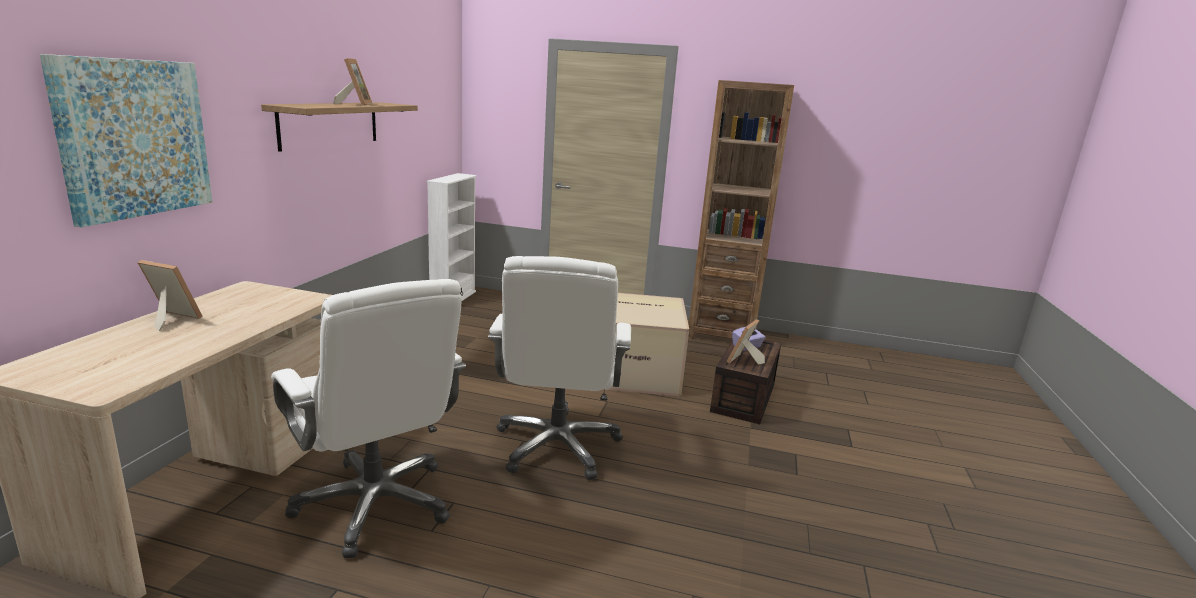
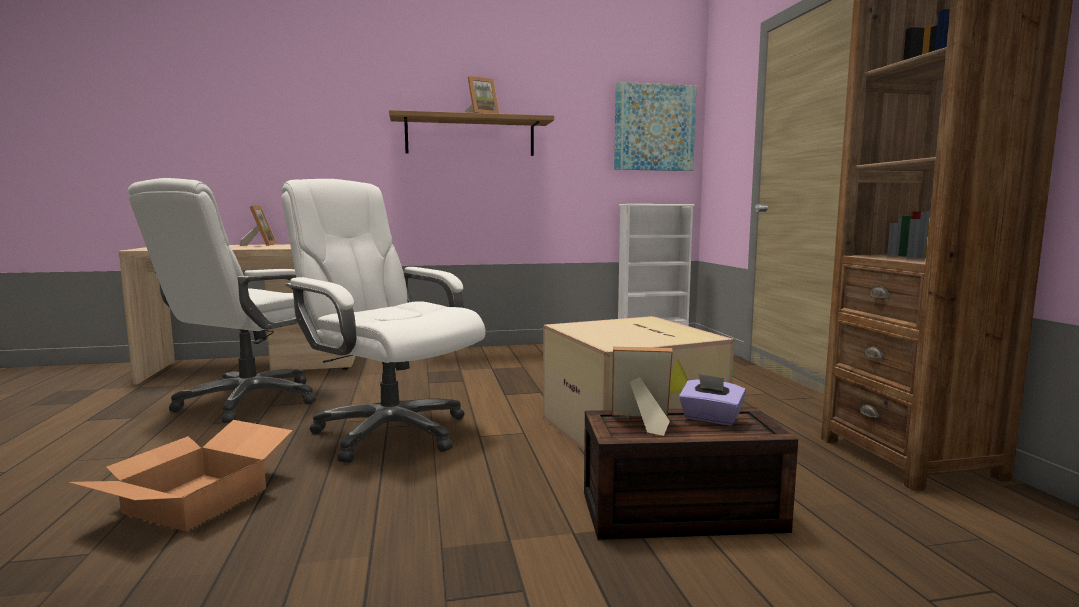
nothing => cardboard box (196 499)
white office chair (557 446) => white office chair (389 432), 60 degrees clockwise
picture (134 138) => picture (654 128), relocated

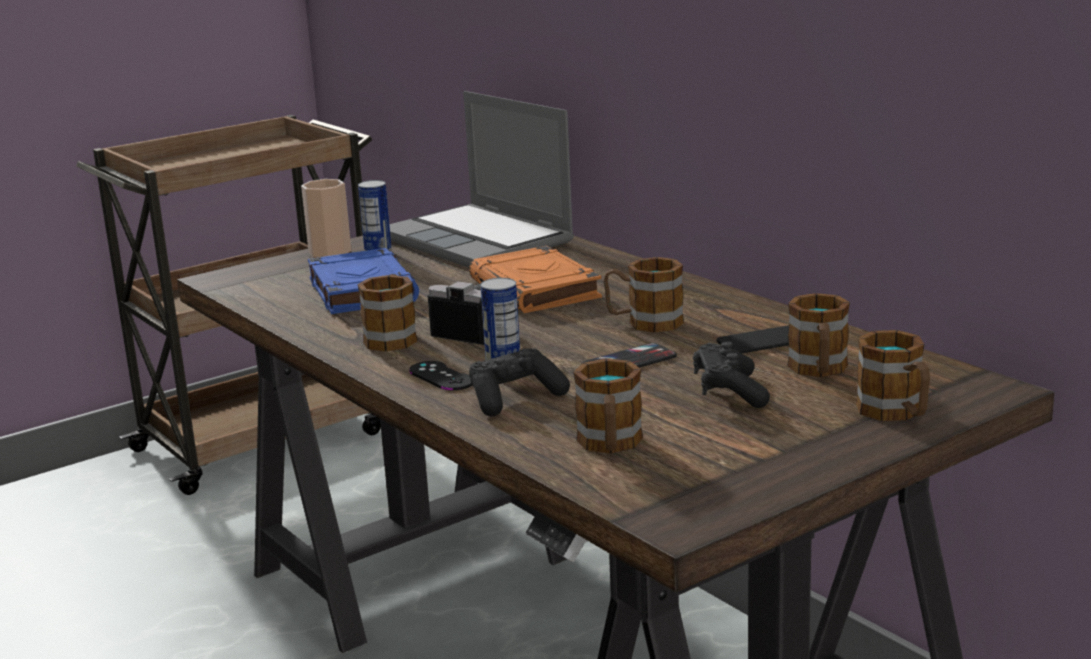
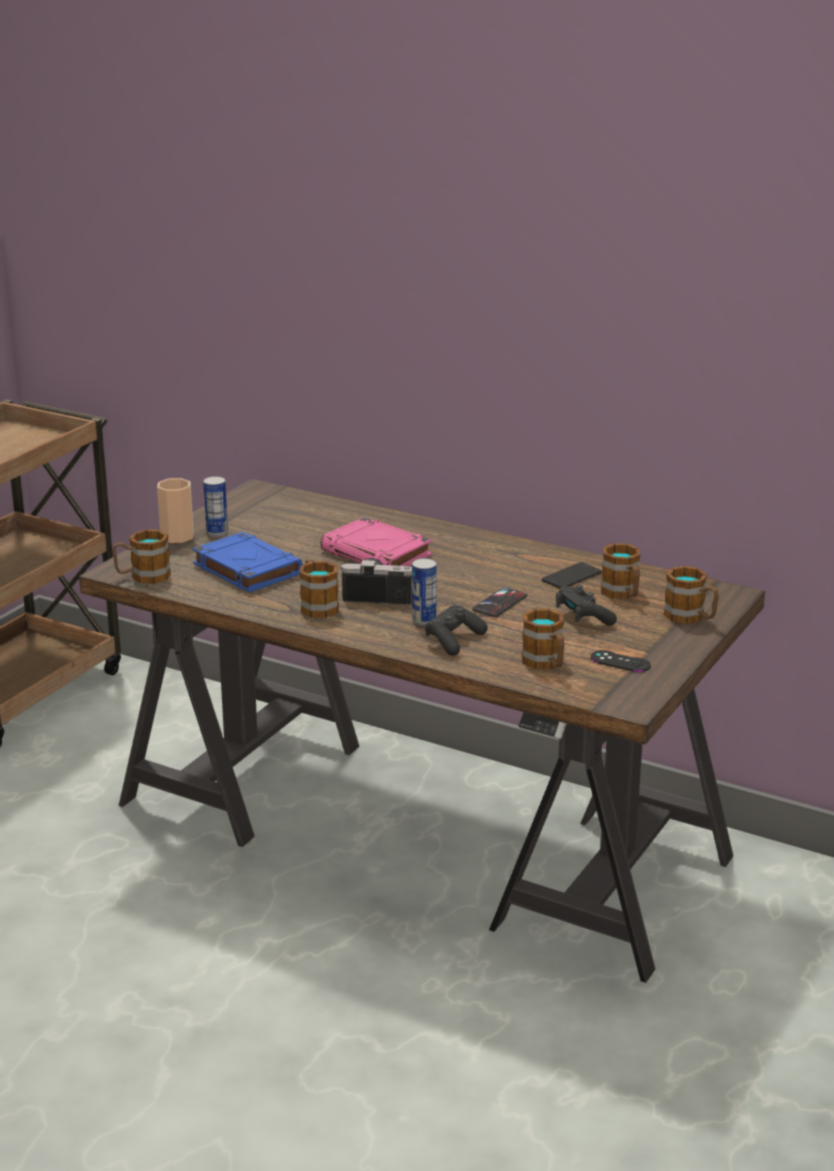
mug (644 322) => mug (142 576), relocated
orange book (536 290) => pink book (377 553)
black game controller (441 376) => black game controller (620 662), relocated
laptop (479 240) => nothing

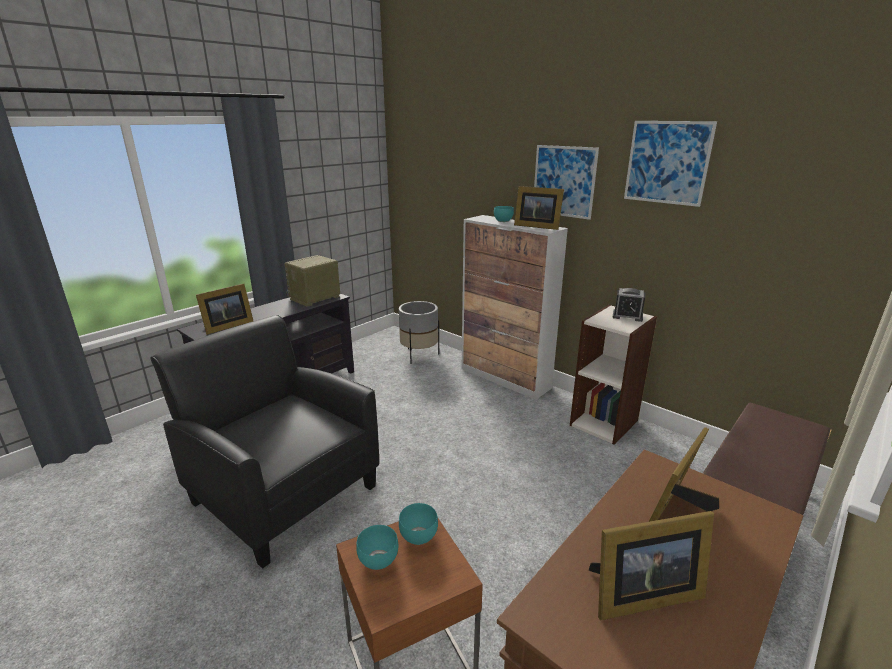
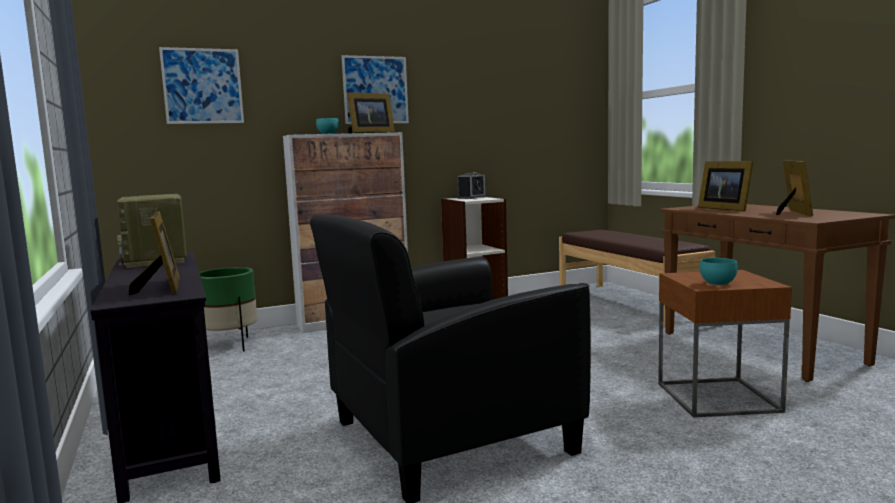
picture (667 162) => picture (202 86), relocated
grey planter (419 355) => green planter (230 345)
turquoise bowl (418 535) => nothing

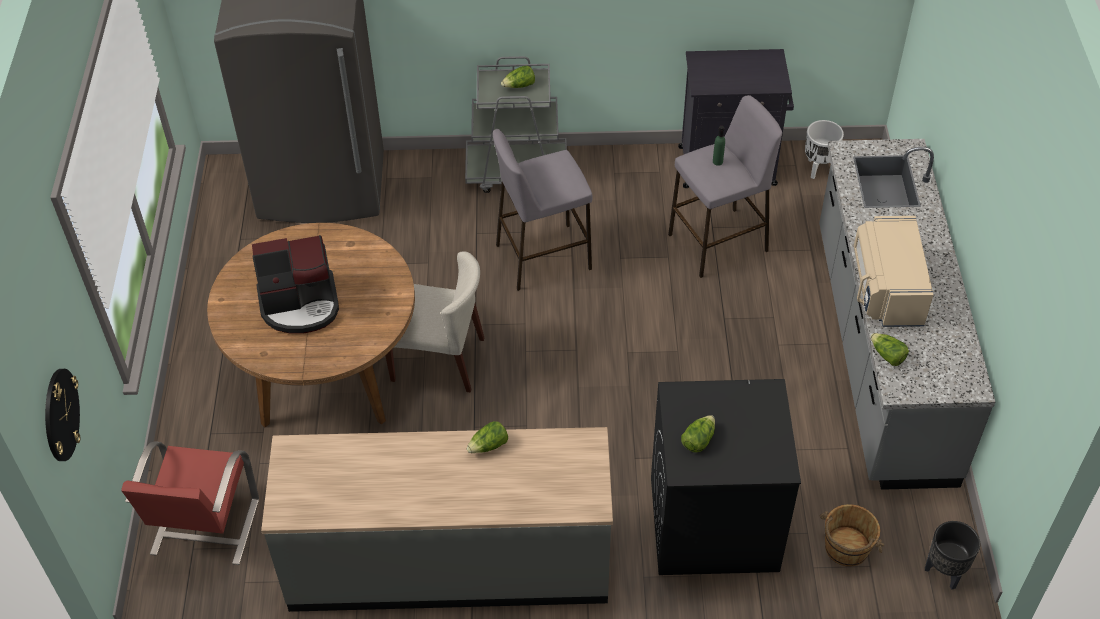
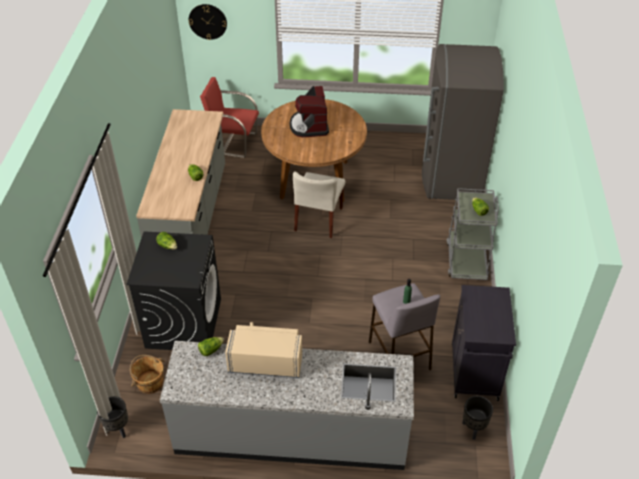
white planter (818 169) => black planter (473 428)
grey stool (542 257) => nothing

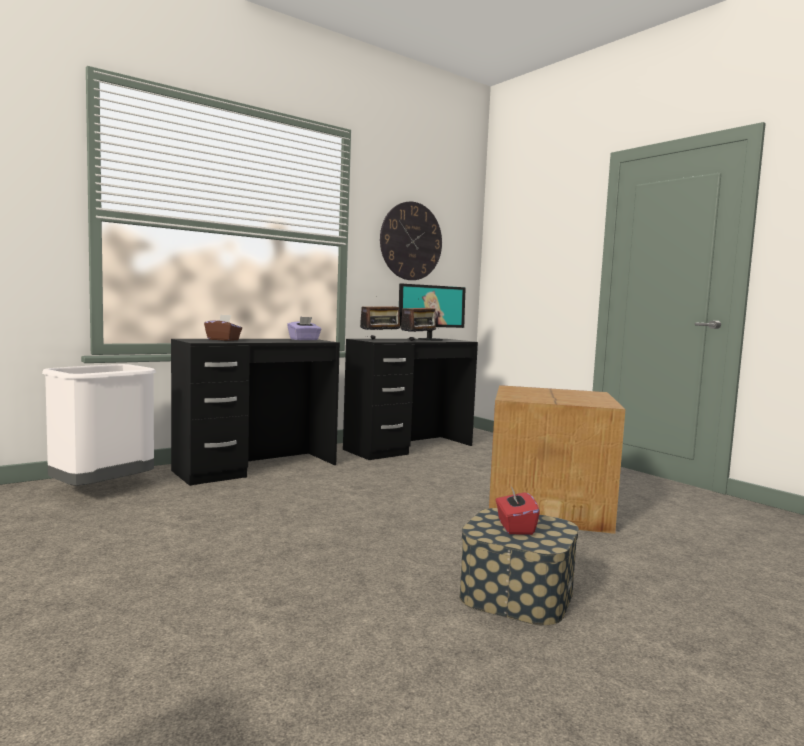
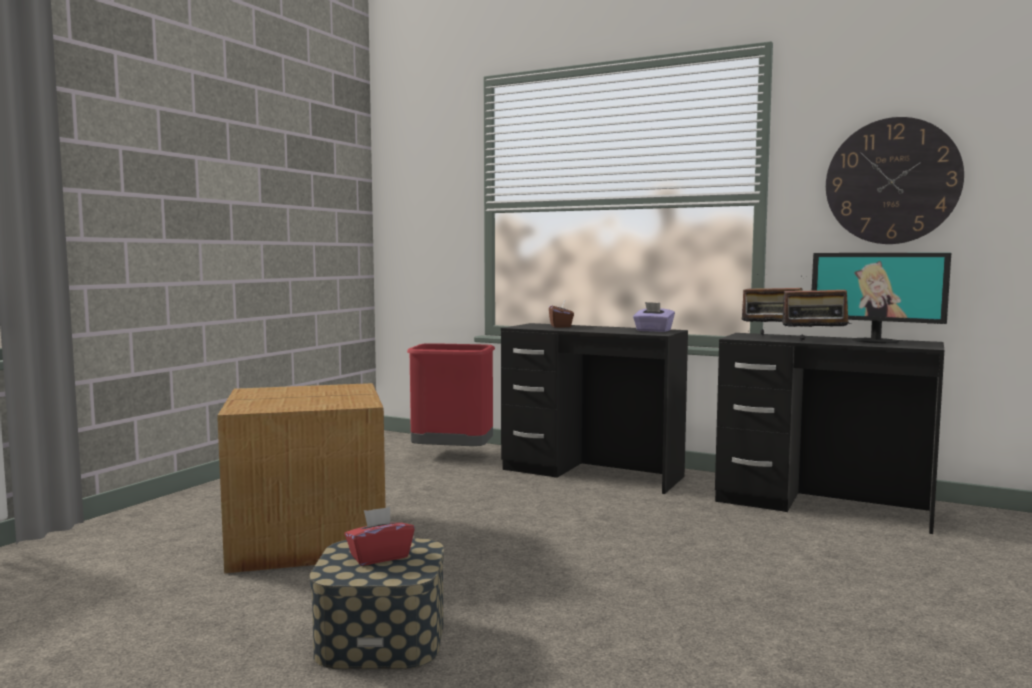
cardboard box (549 506) => cardboard box (310 539), relocated
white trash can (102 490) => red trash can (453 455)

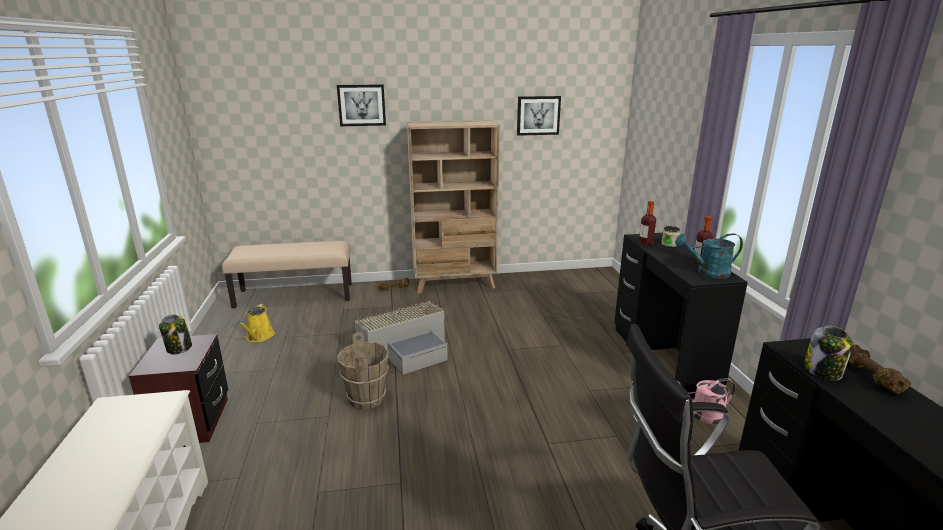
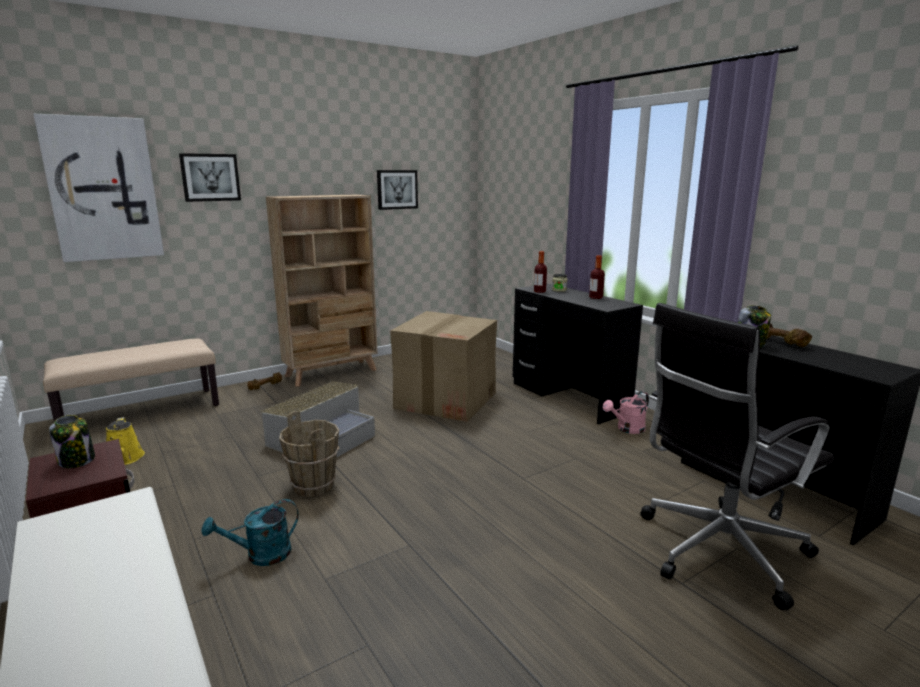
nothing => picture (103 189)
turquoise watering can (707 273) => turquoise watering can (261 556), relocated
nothing => cardboard box (446 400)

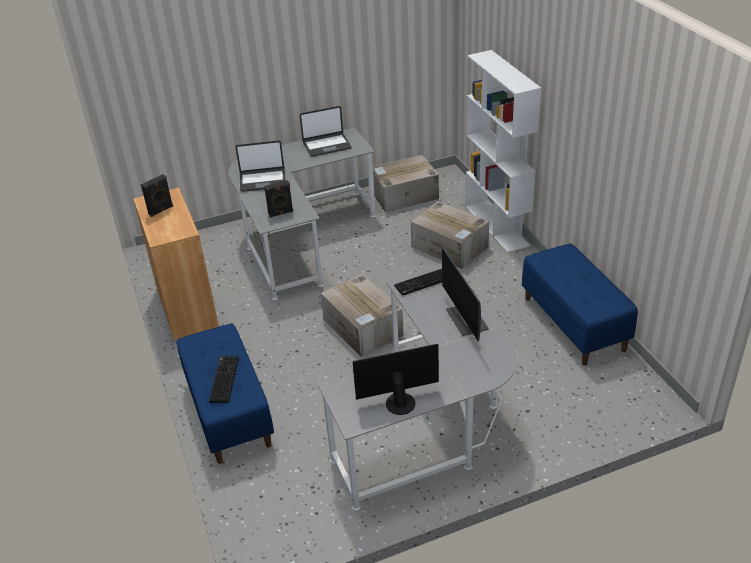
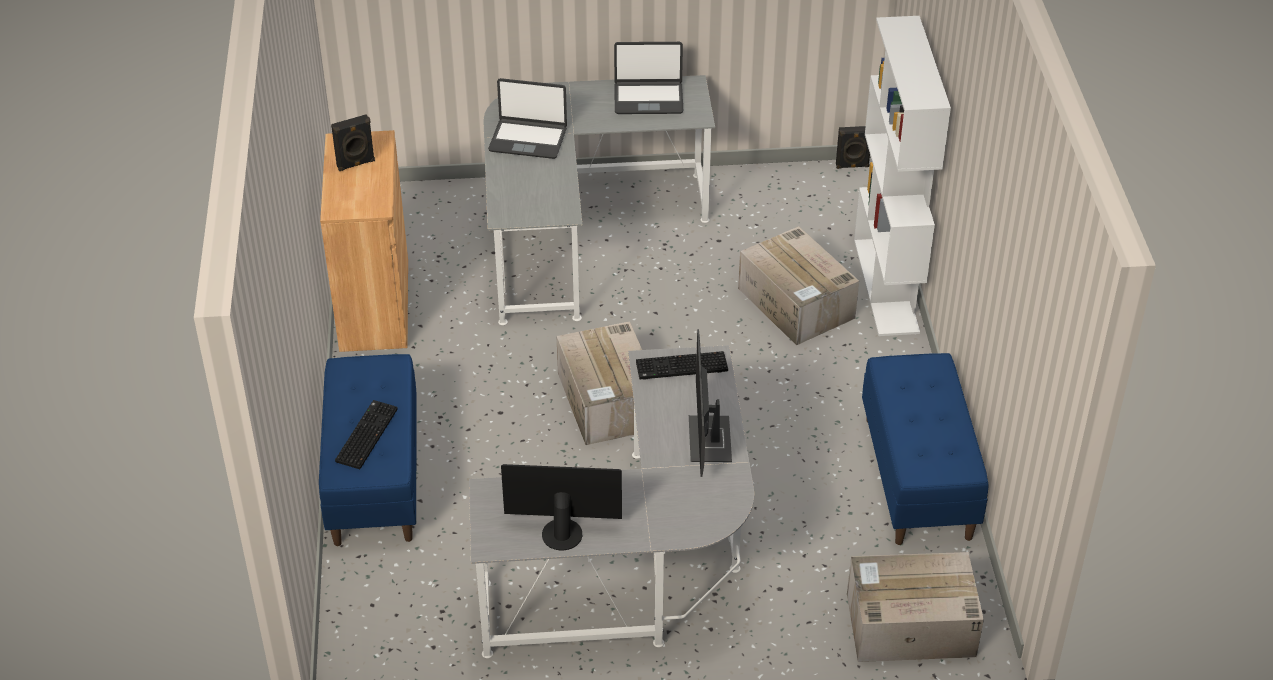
black speaker (281 213) => black speaker (852 166), relocated
cardboard box (403 195) => cardboard box (908 625), relocated

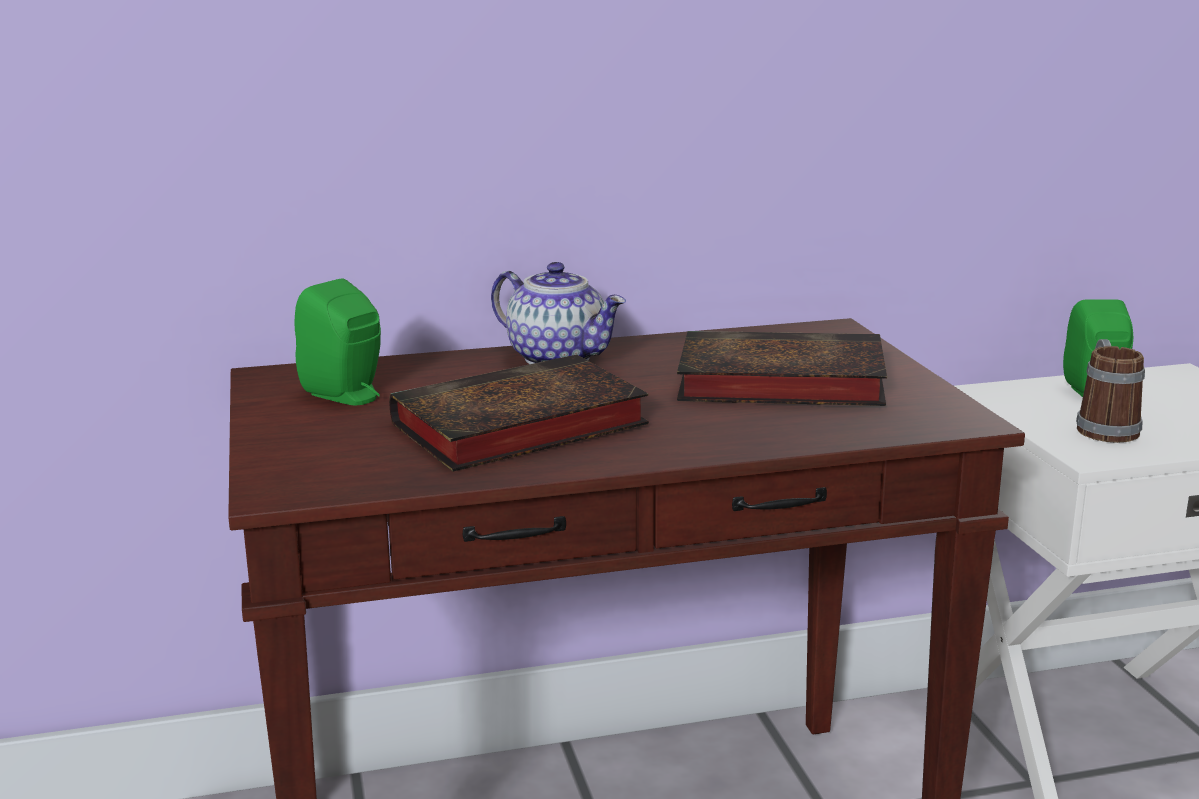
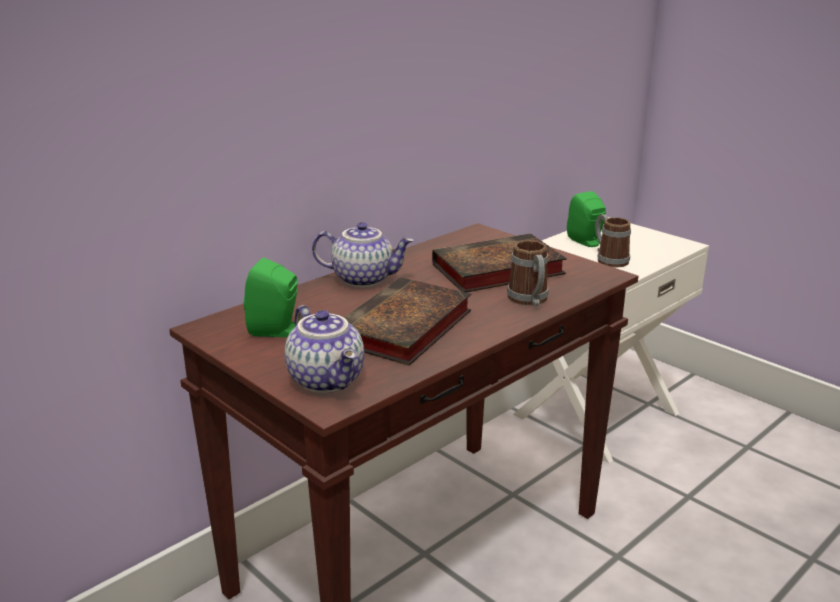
nothing => teapot (328 380)
nothing => mug (530 301)

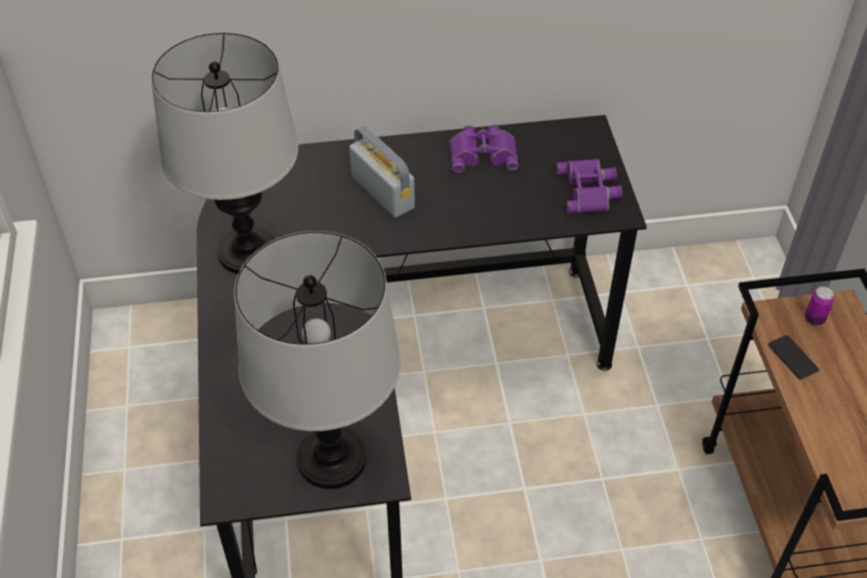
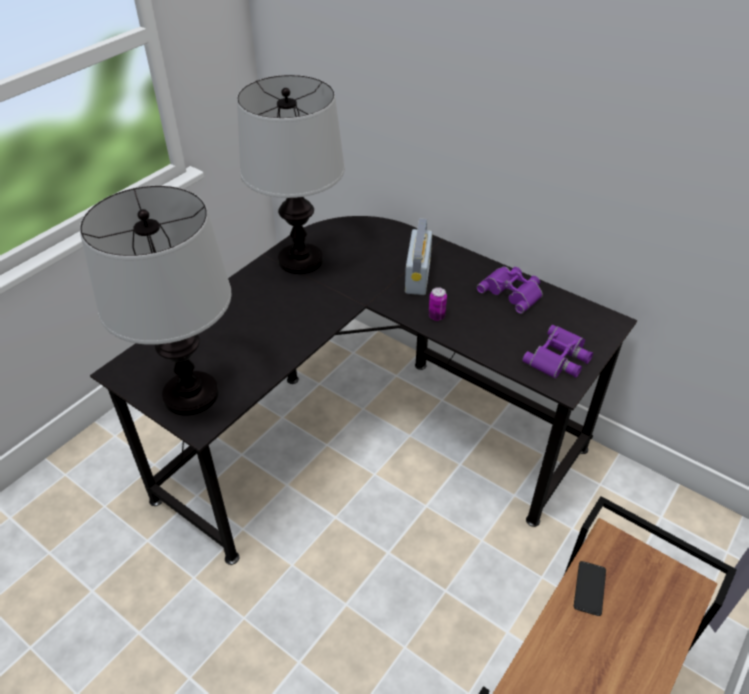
can (814 319) => can (436 316), relocated

